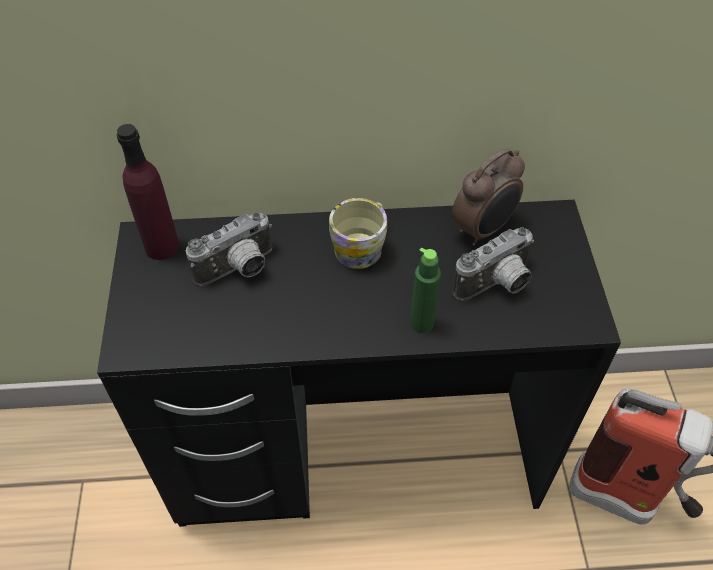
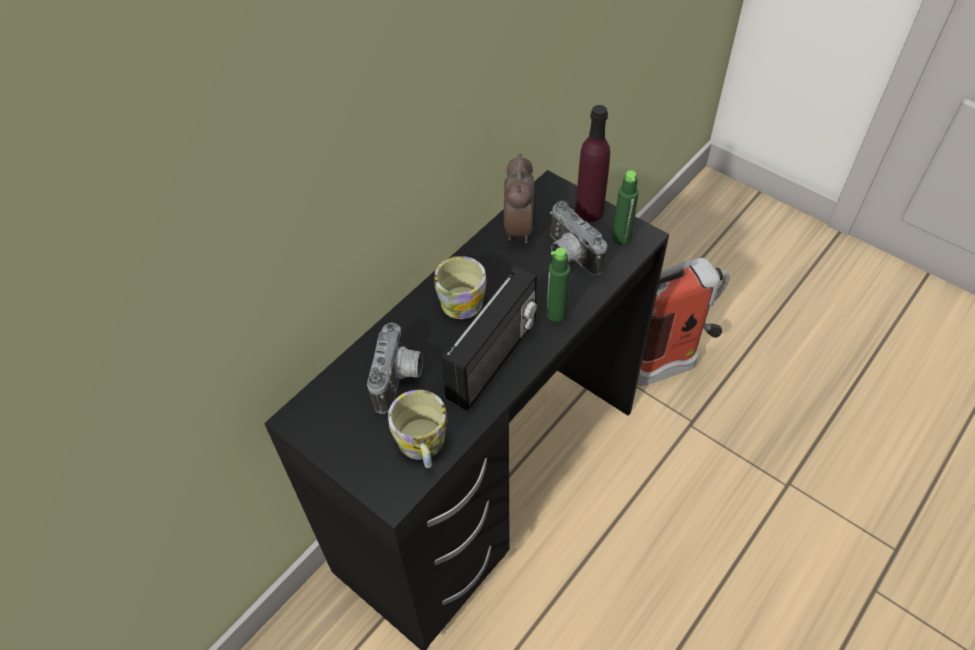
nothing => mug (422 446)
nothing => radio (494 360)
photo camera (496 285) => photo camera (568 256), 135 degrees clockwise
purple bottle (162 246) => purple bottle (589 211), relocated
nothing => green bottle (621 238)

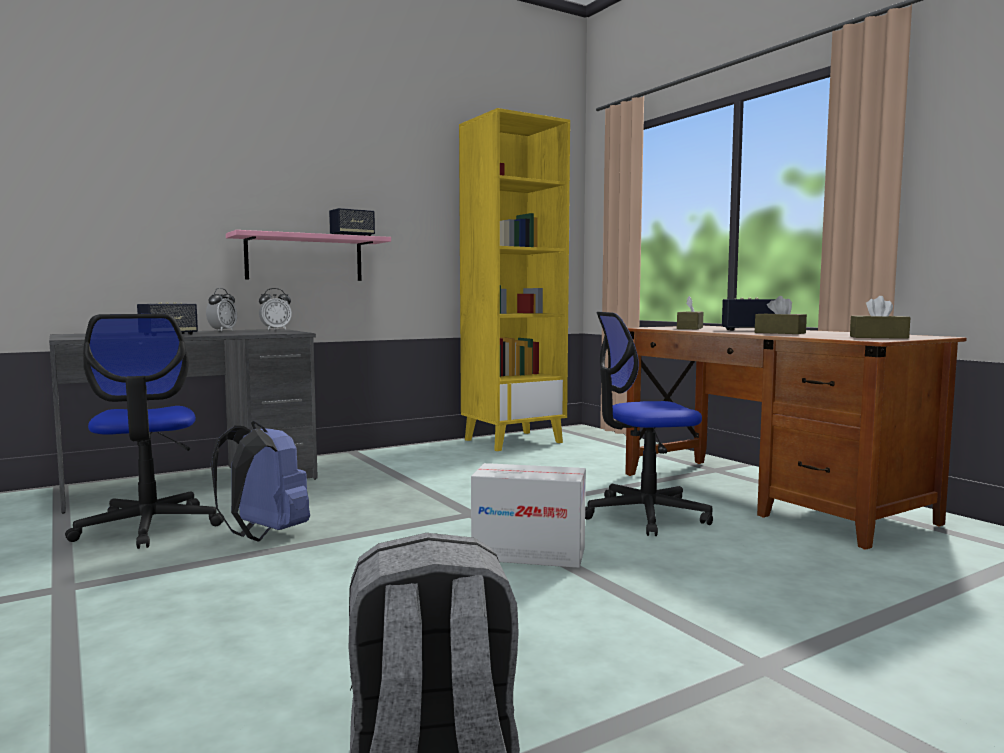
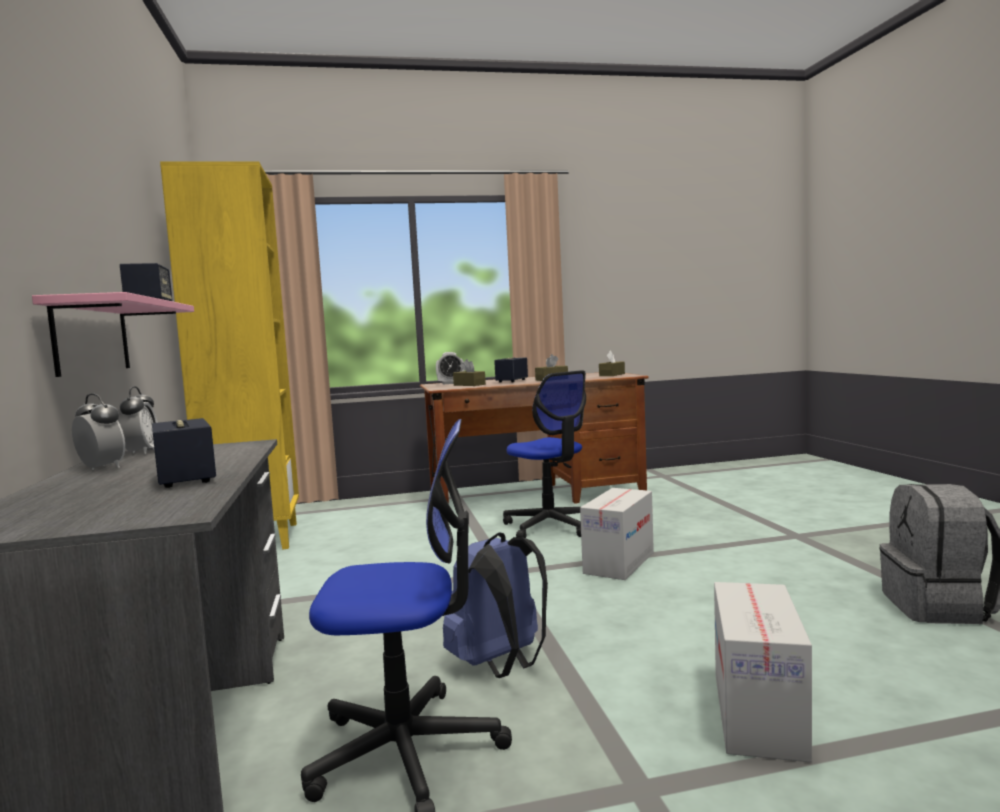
nothing => alarm clock (451 383)
office chair (644 515) => office chair (551 526), 45 degrees counterclockwise
nothing => cardboard box (759 715)

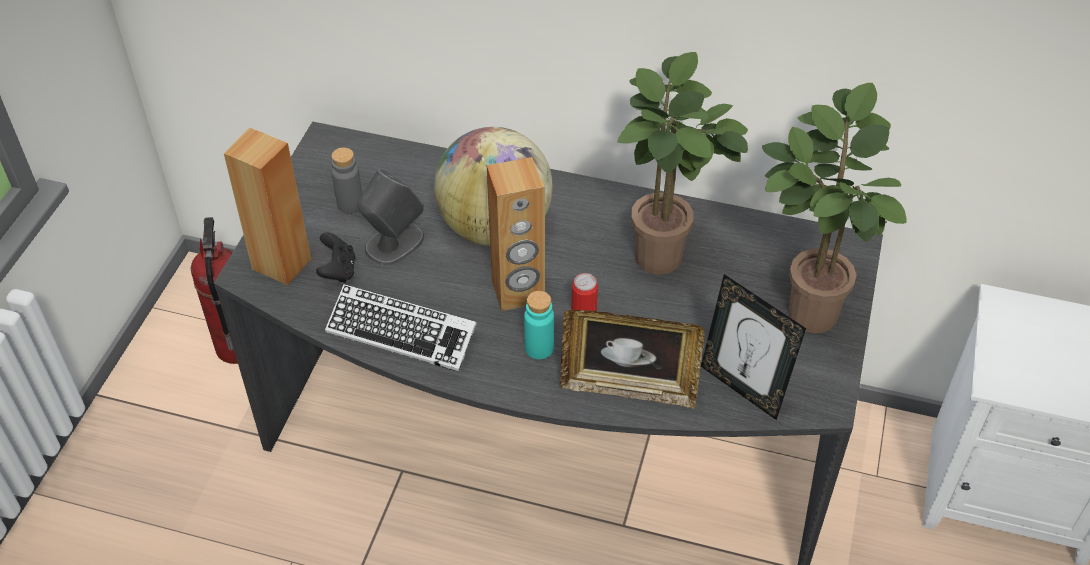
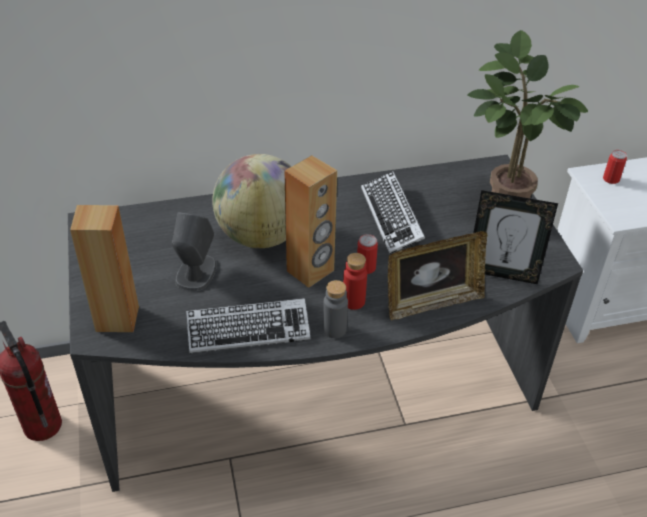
grey bottle (350 204) => grey bottle (334 329), relocated
turquoise bottle (539 348) => red bottle (353 301)
potted plant (663 262) => keyboard (392 217)
nothing => can (611 179)
black game controller (338 270) => nothing

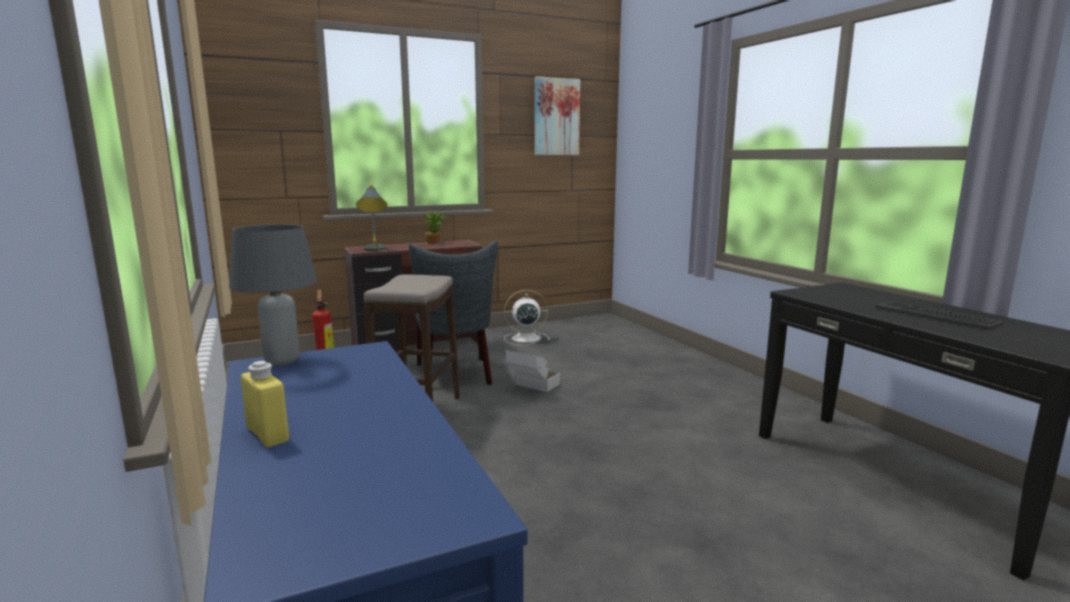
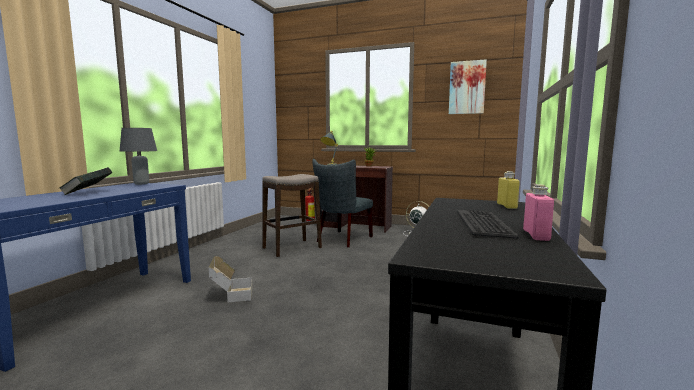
nothing => book (87 193)
cardboard box (532 387) => cardboard box (231 295), relocated
yellow bottle (267 435) => yellow bottle (507 206), relocated
nothing => pink bottle (536 235)

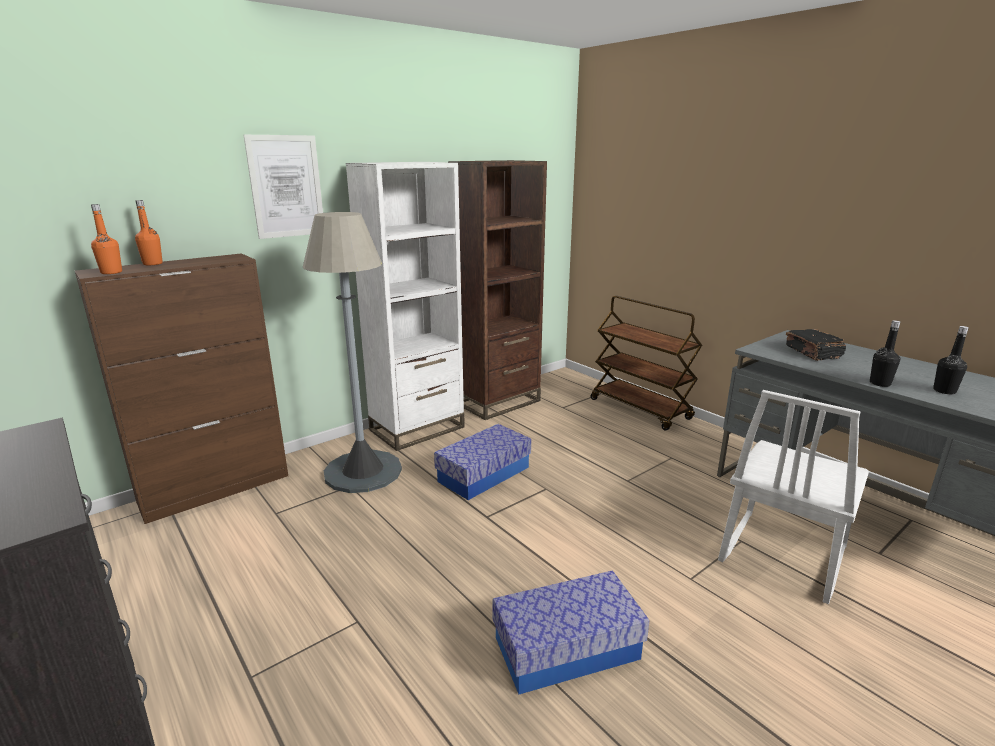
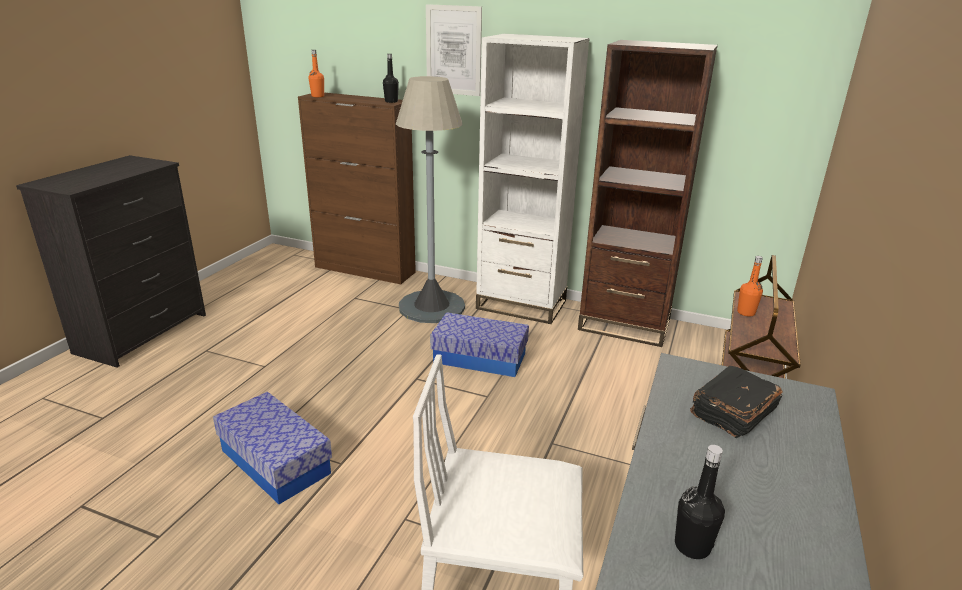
black bottle (880 383) => black bottle (391 101), relocated
orange bottle (153 264) => orange bottle (746 312), relocated

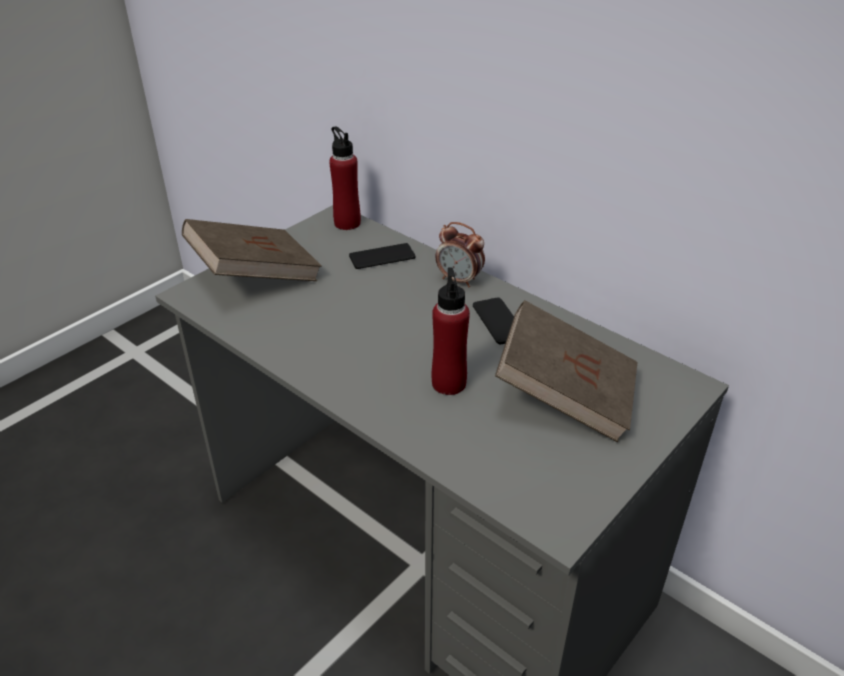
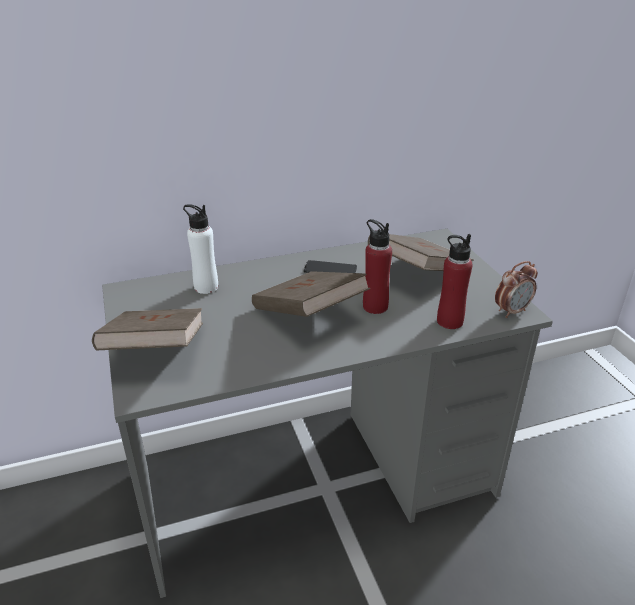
phone (382 257) => white bottle (206 287)
nothing => brown book (308 315)
red bottle (347 223) => red bottle (449 321), relocated
alarm clock (459 280) => alarm clock (511 311), relocated

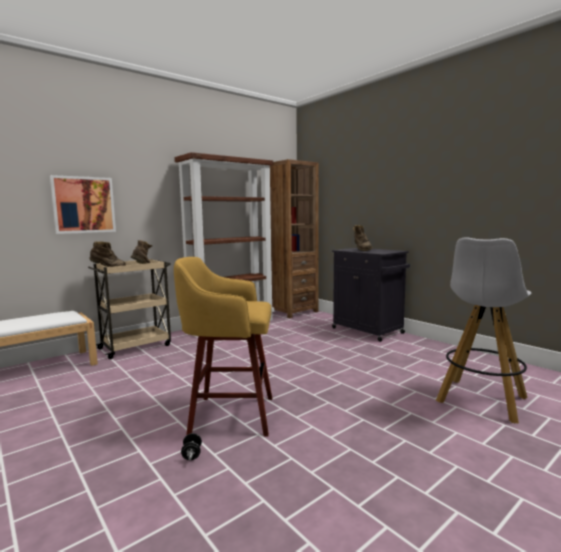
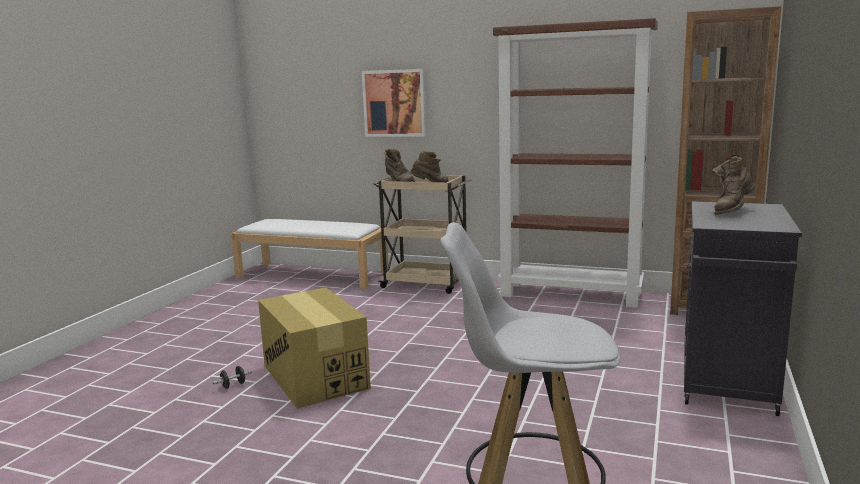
yellow stool (229 415) => cardboard box (315 376)

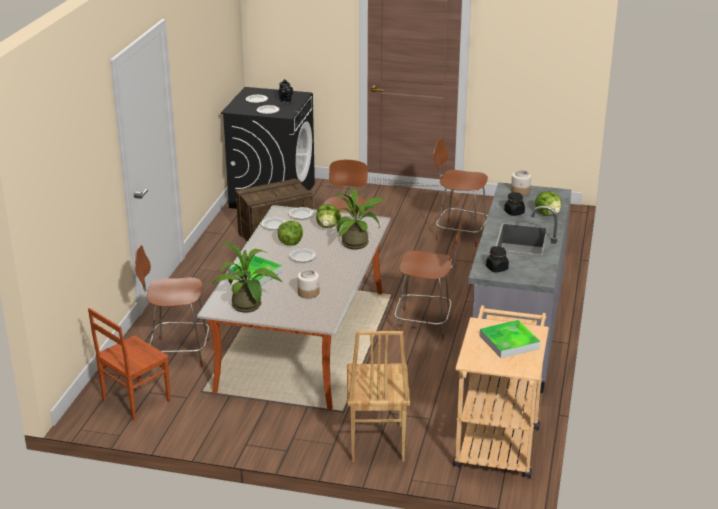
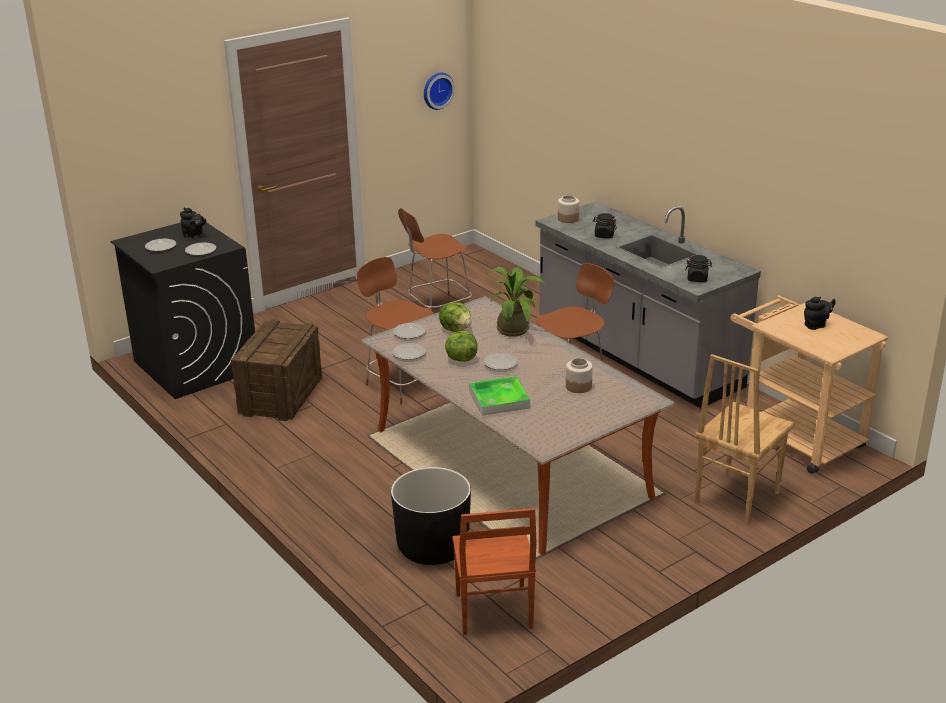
brown stool (178 352) => black planter (433 547)
nothing => wall clock (437 90)
brown chair (375 443) => brown chair (735 497), 90 degrees clockwise
tray (509 342) => black teapot (816 325)
potted plant (249 307) => nothing
lettuce (548 214) => nothing

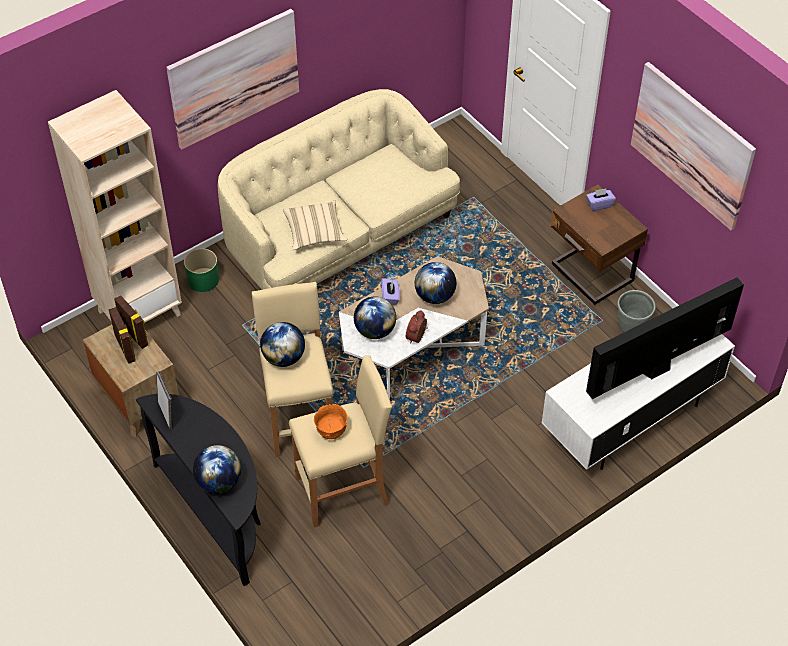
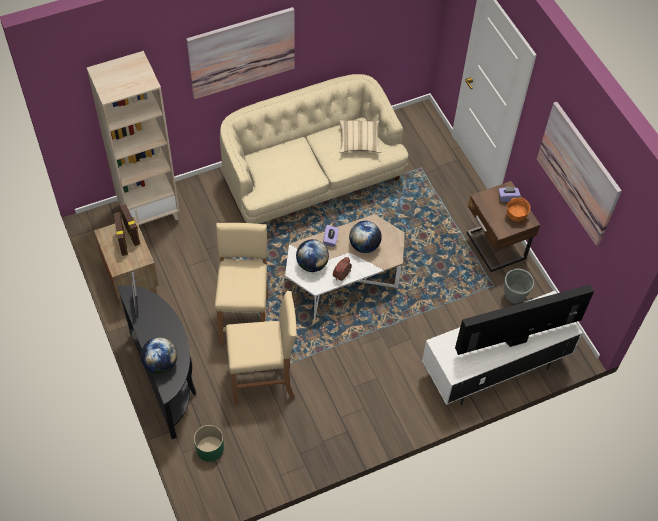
green planter (203 280) => green planter (209 448), relocated
beige pillow (315 232) => beige pillow (359 142), relocated
orange bowl (331 431) => orange bowl (516 216), relocated
globe (283 357) => nothing

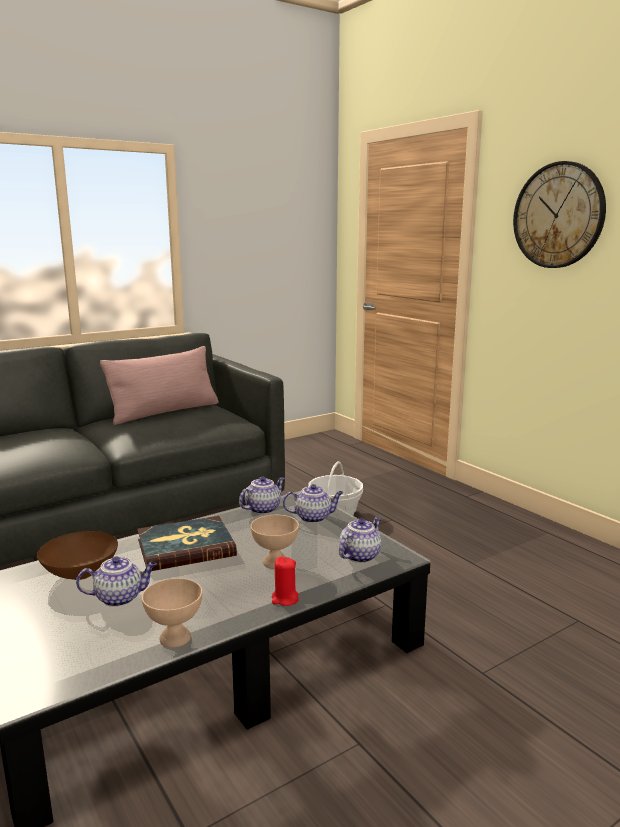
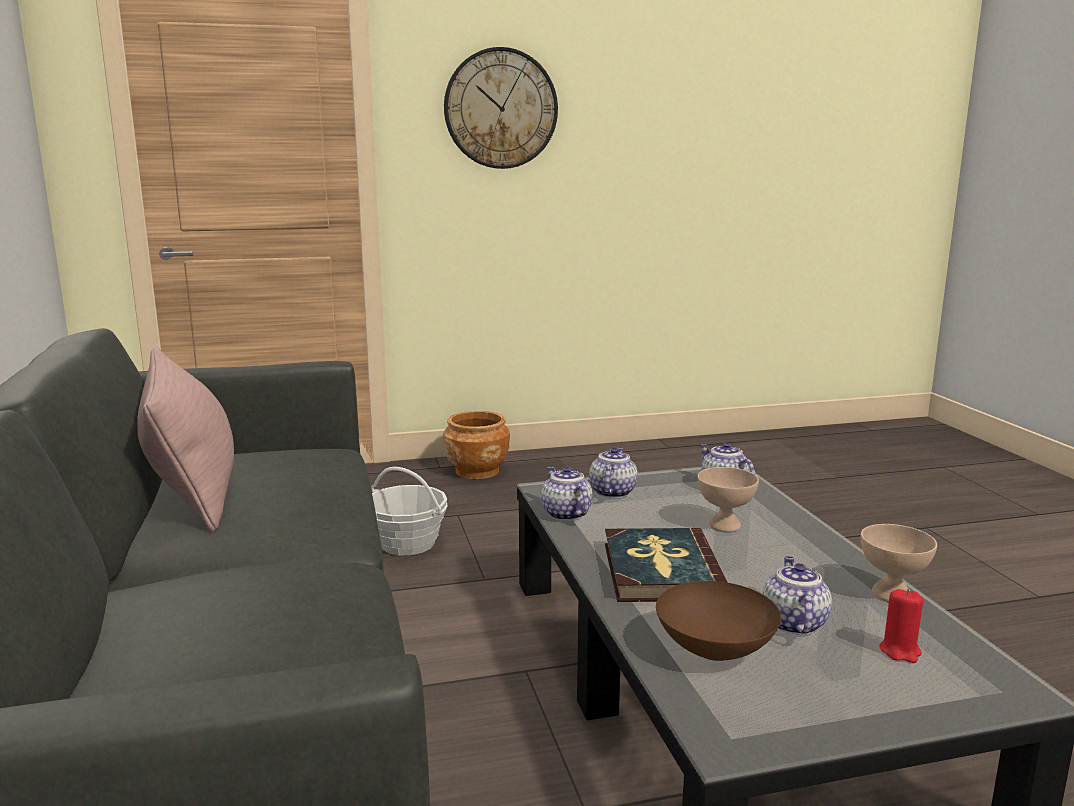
nothing => brown planter (477 471)
red candle (284 599) => red candle (900 651), relocated

